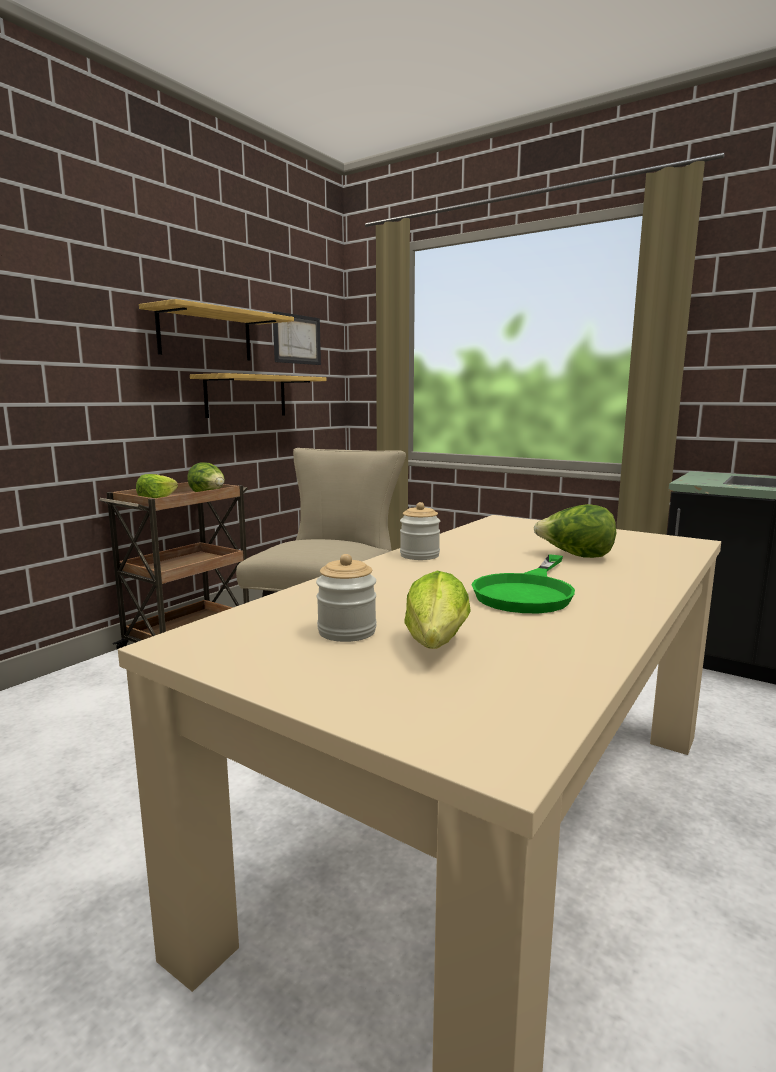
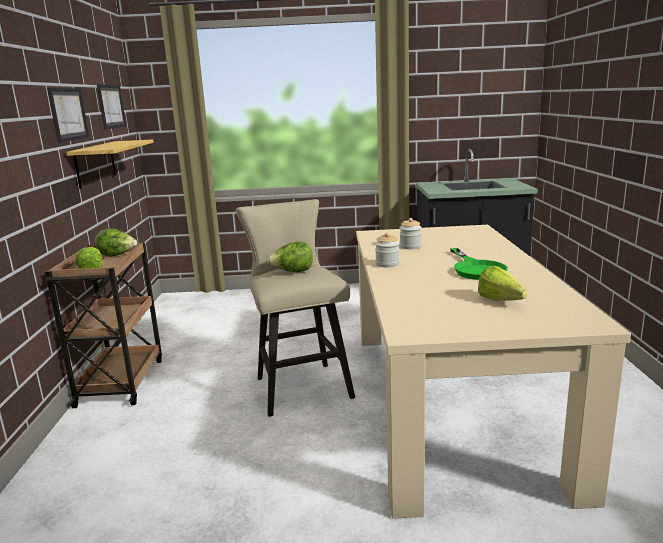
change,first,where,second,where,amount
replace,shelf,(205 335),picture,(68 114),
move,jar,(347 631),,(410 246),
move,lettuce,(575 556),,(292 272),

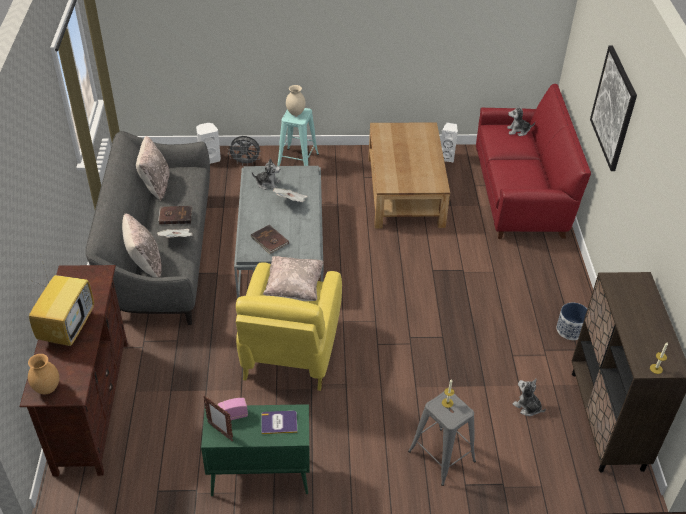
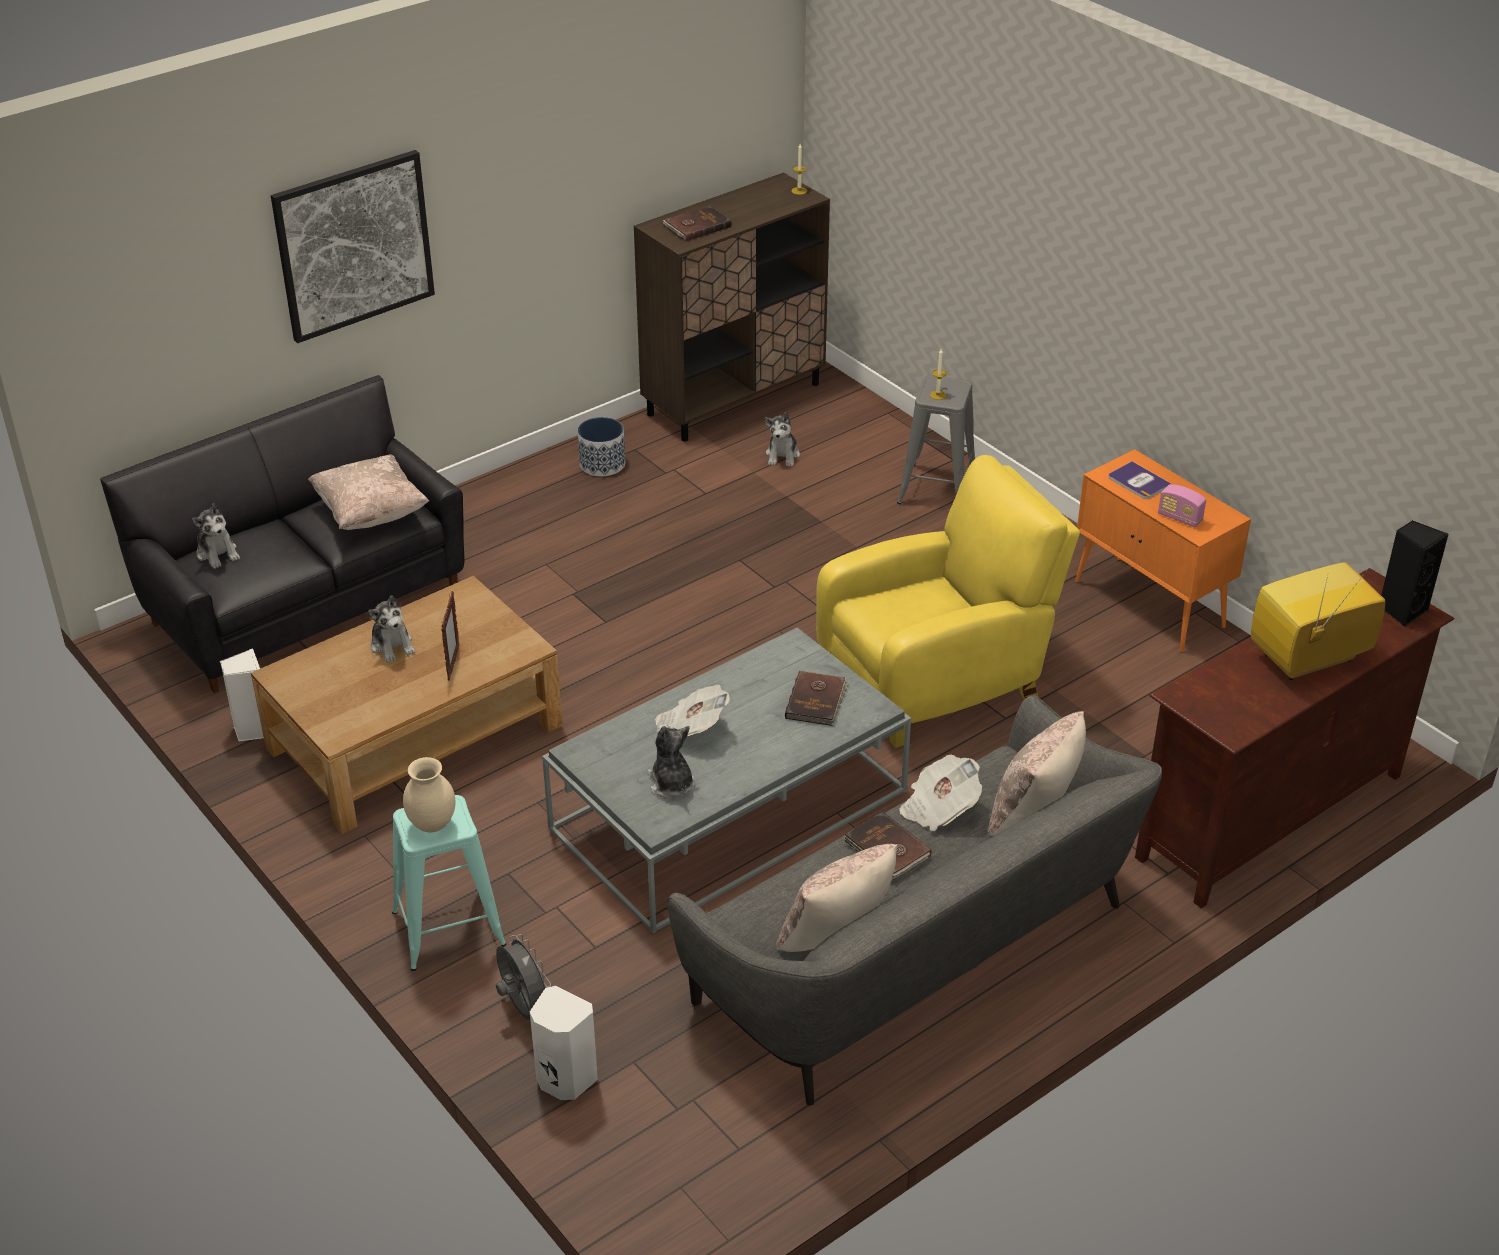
change,first,where,second,where,amount
replace,vase in brown,(47 389),speaker in black,(1401 610),
recolor,cabinet in green,(259 477),cabinet in orange,(1150 605),
move,picture frame,(220 431),,(453 664),
move,pillow in beige,(294 289),,(371 513),
recolor,sofa in red,(520 195),sofa in black,(307 604),
insert,,,plush toy,(392 645),
insert,,,book in brown,(697 226),

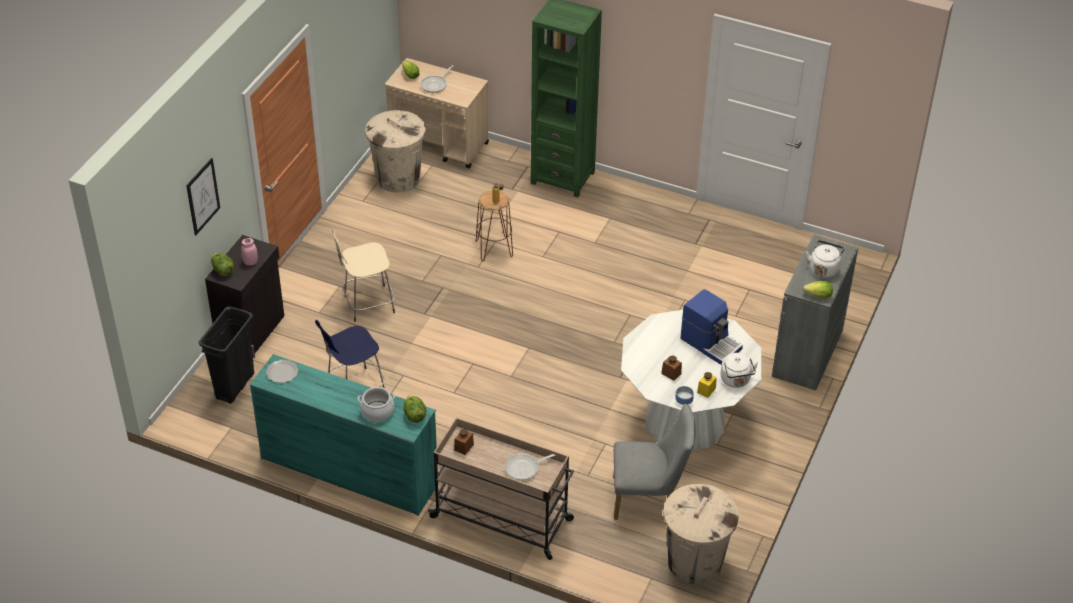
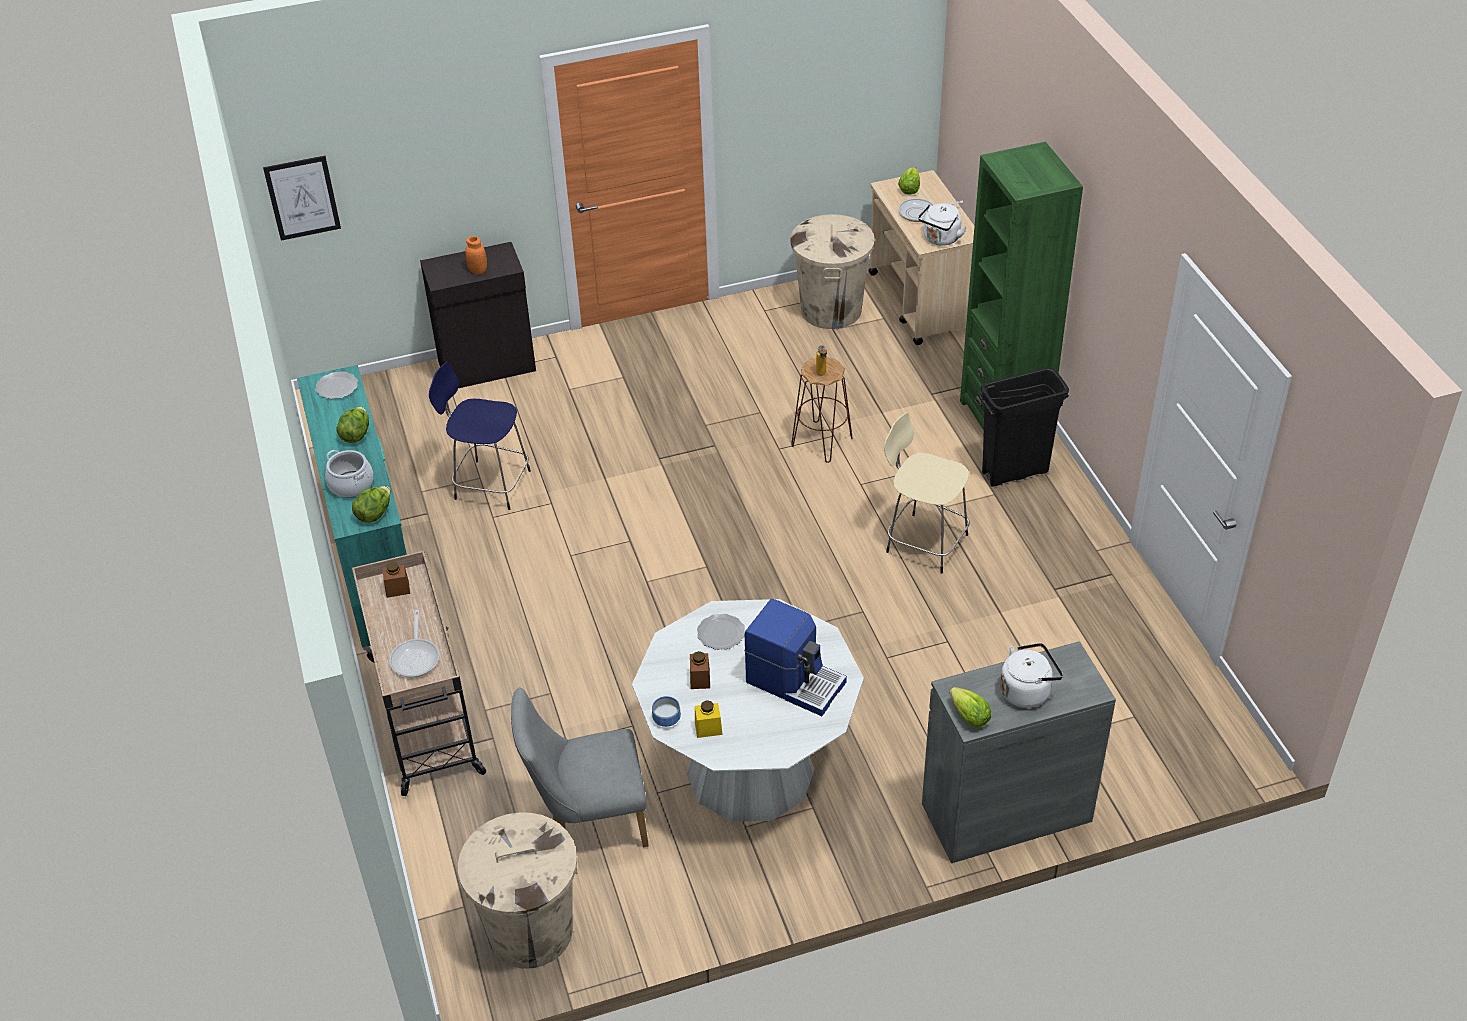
change,first,where,second,where,amount
move,picture,(203 196),,(302 197),
move,trash can in black,(235 385),,(1015 472),
move,lettuce,(222 270),,(356 434),
recolor,jar in pink,(250 262),jar in orange,(478 271),
move,stool in beige,(367 304),,(924 542),
rotate,frying pan,(525 468),,(416 657),120 degrees counterclockwise
rotate,chair in grey,(649 499),,(587 822),120 degrees clockwise
rotate,coffee machine,(710 343),,(795 681),60 degrees counterclockwise
move,kettle in white,(736 381),,(940 239),
insert,,,plate,(721 633),

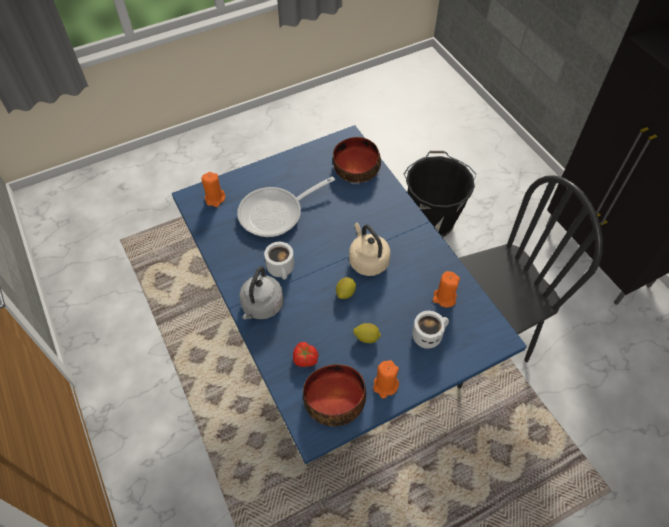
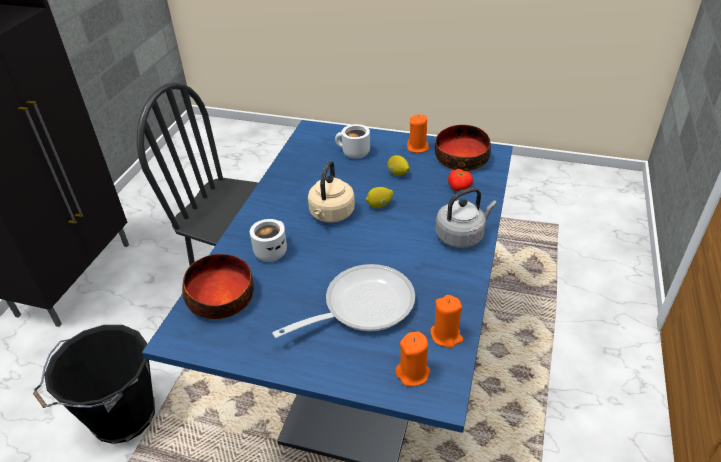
change,first,where,second,where,amount
rotate,frying pan,(276 213),,(361 306),45 degrees counterclockwise
move,mug in white,(282 269),,(271 250),
move,candle in orange,(444 298),,(446 336),

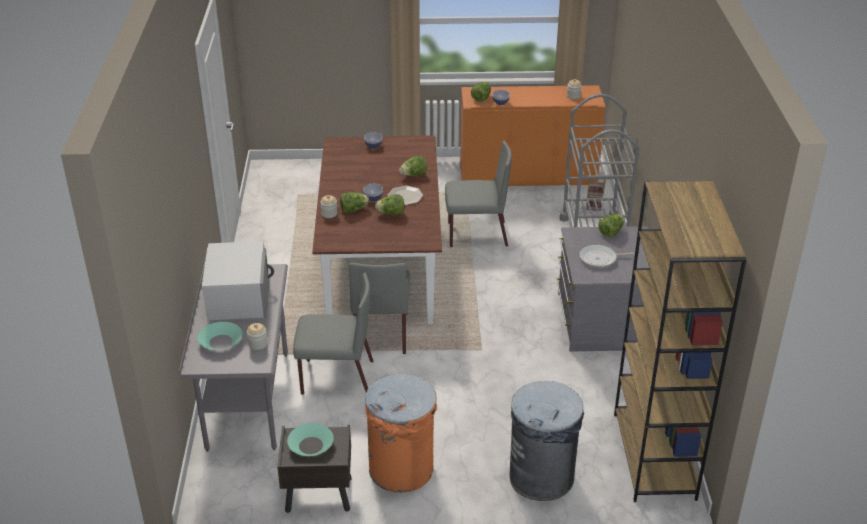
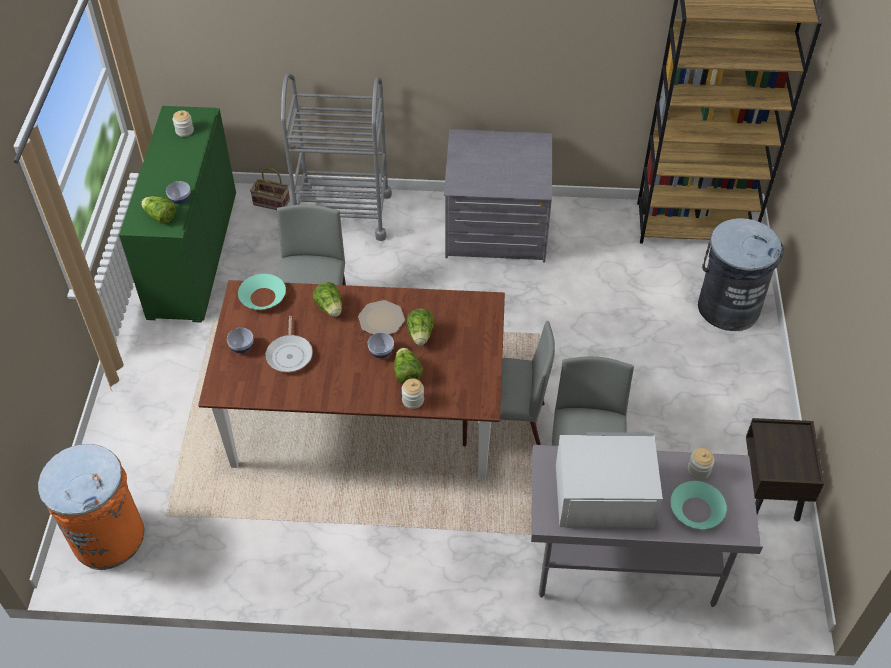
change,first,where,second,where,amount
move,bowl in turquoise,(310 445),,(263 297),
move,trash can in orange,(402 469),,(108 536),
recolor,cabinet in orange,(527 176),cabinet in green,(193 254),
move,frying pan,(600 259),,(290 354),
delete,lettuce,(611 232),,,

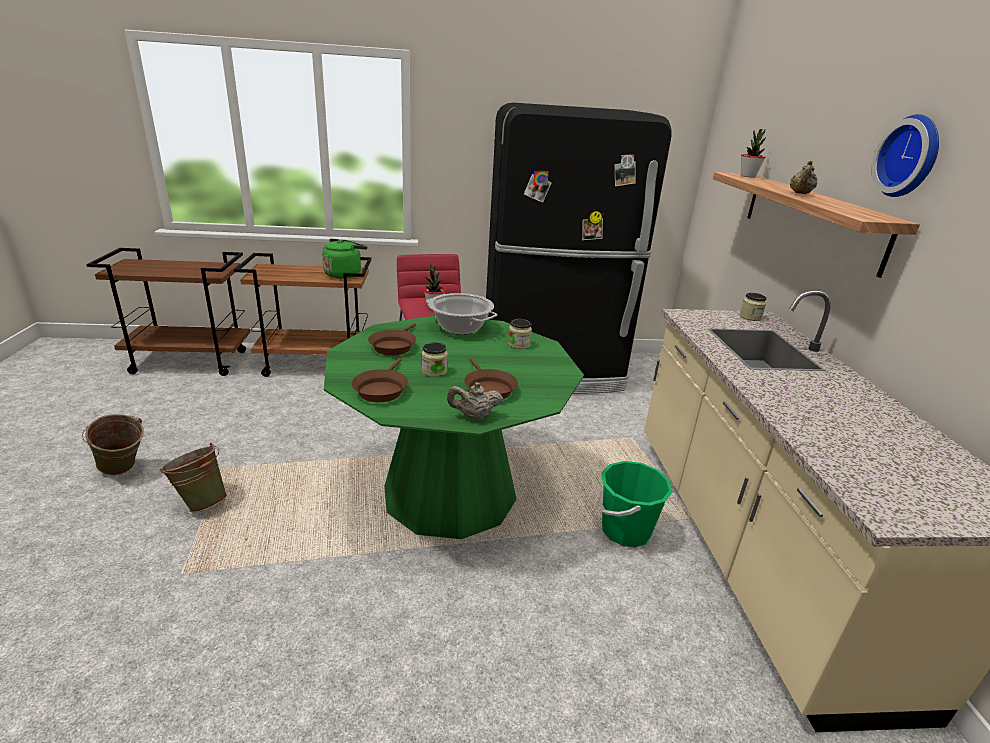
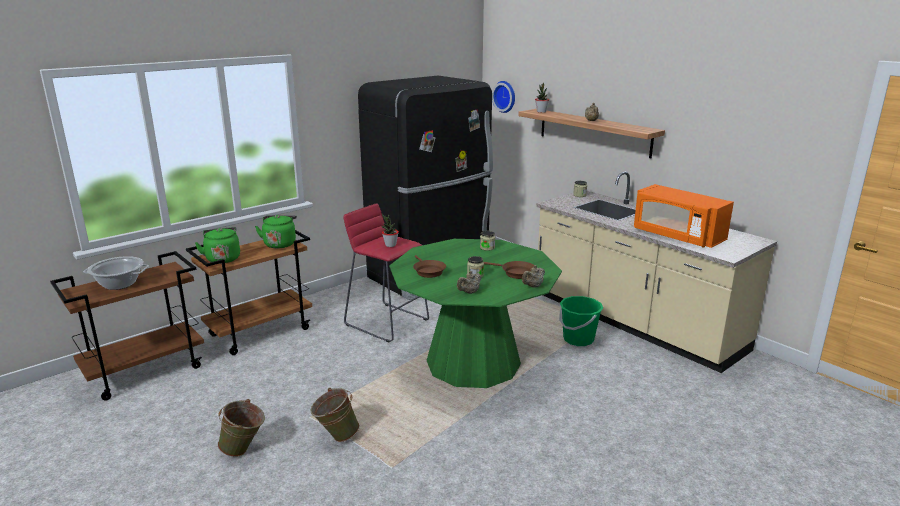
change,first,where,second,where,amount
replace,frying pan in brown,(381 389),teapot in beige,(469 292),
move,cooking pot,(460 328),,(120 284),
move,wall clock,(911 157),,(505 96),
insert,,,kettle in green,(222 258),
insert,,,microwave in orange,(677 236),

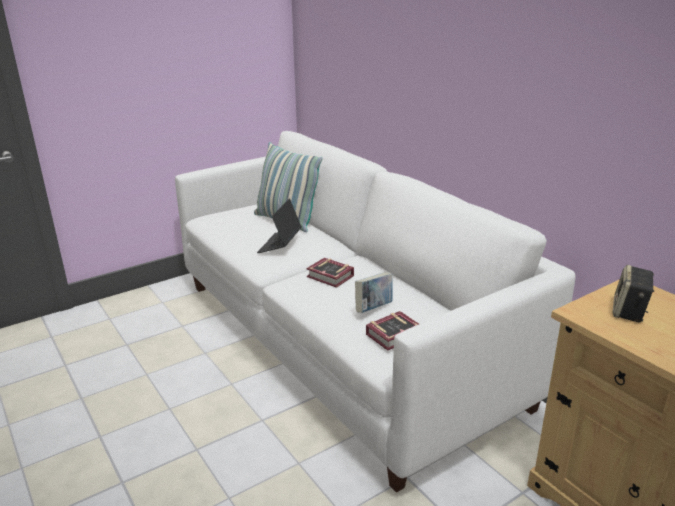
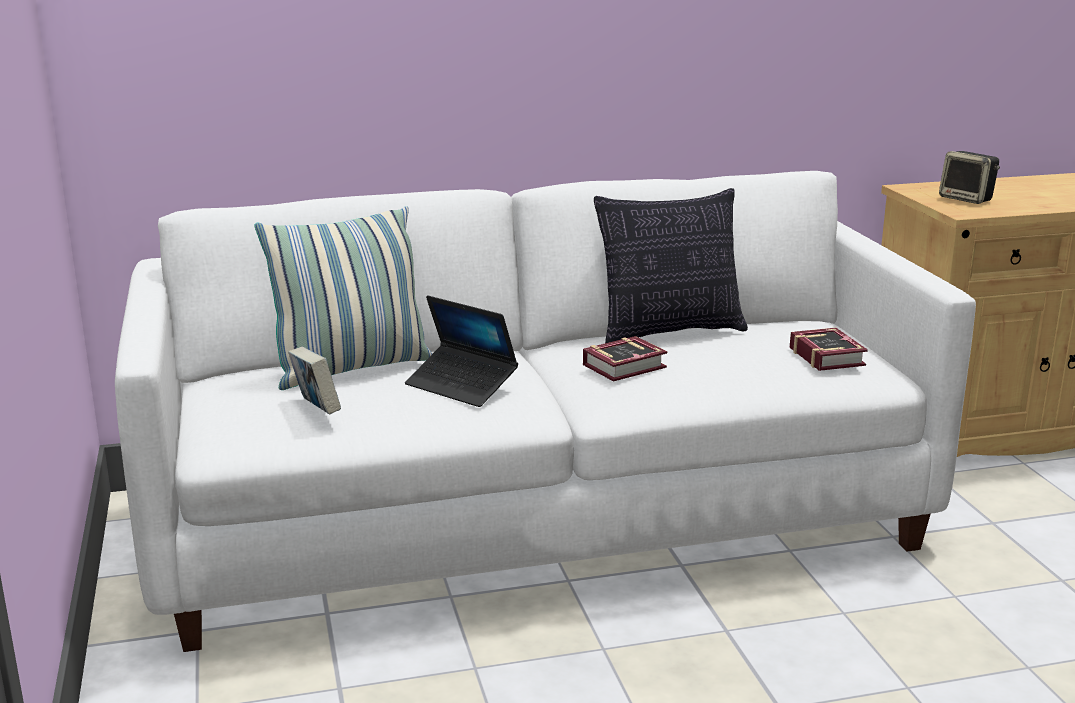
change,first,where,second,where,amount
move,book,(374 308),,(316 410),
insert,,,pillow,(669 332),

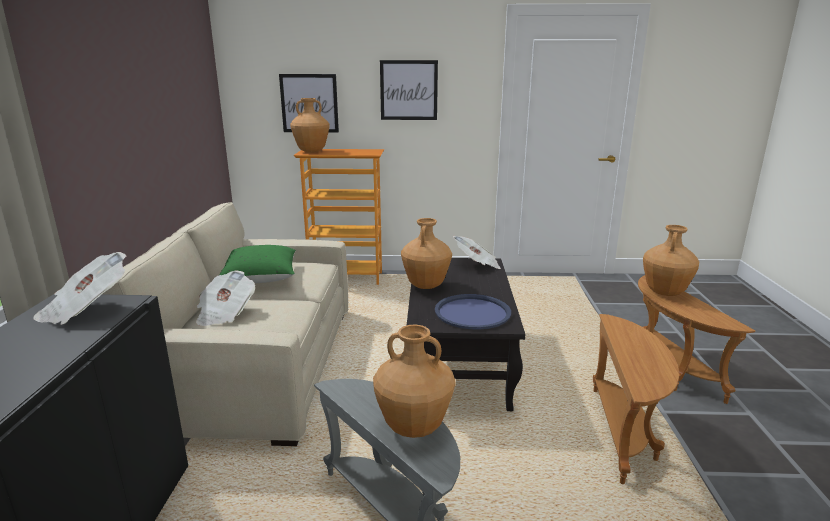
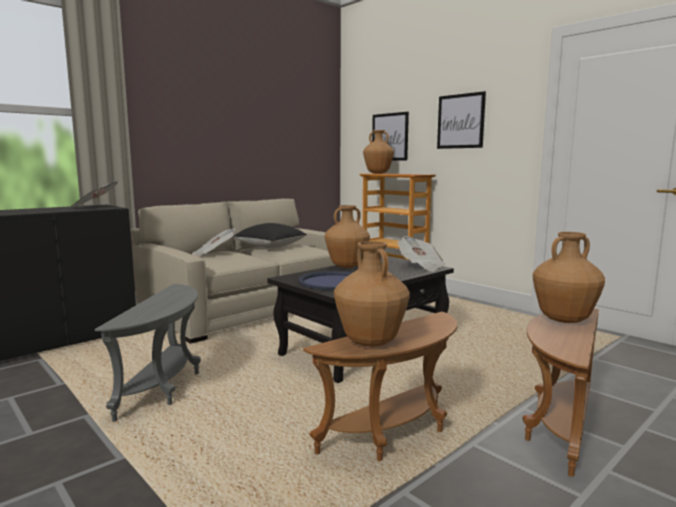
change,first,where,second,where,amount
recolor,pillow in green,(260 278),pillow in black,(270 247),
move,vase in brown,(413 427),,(370 342),

